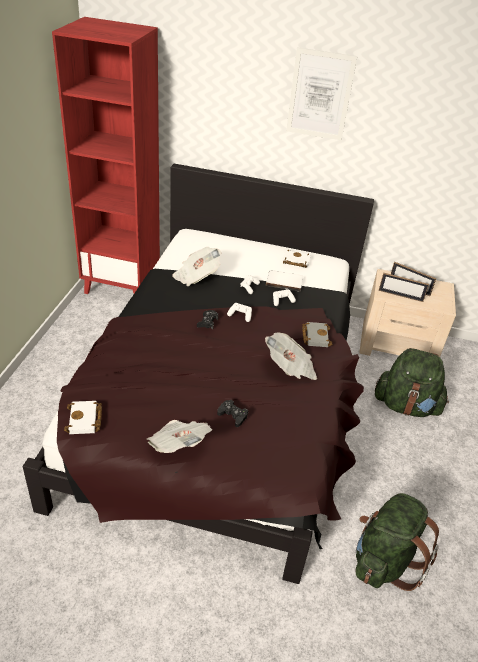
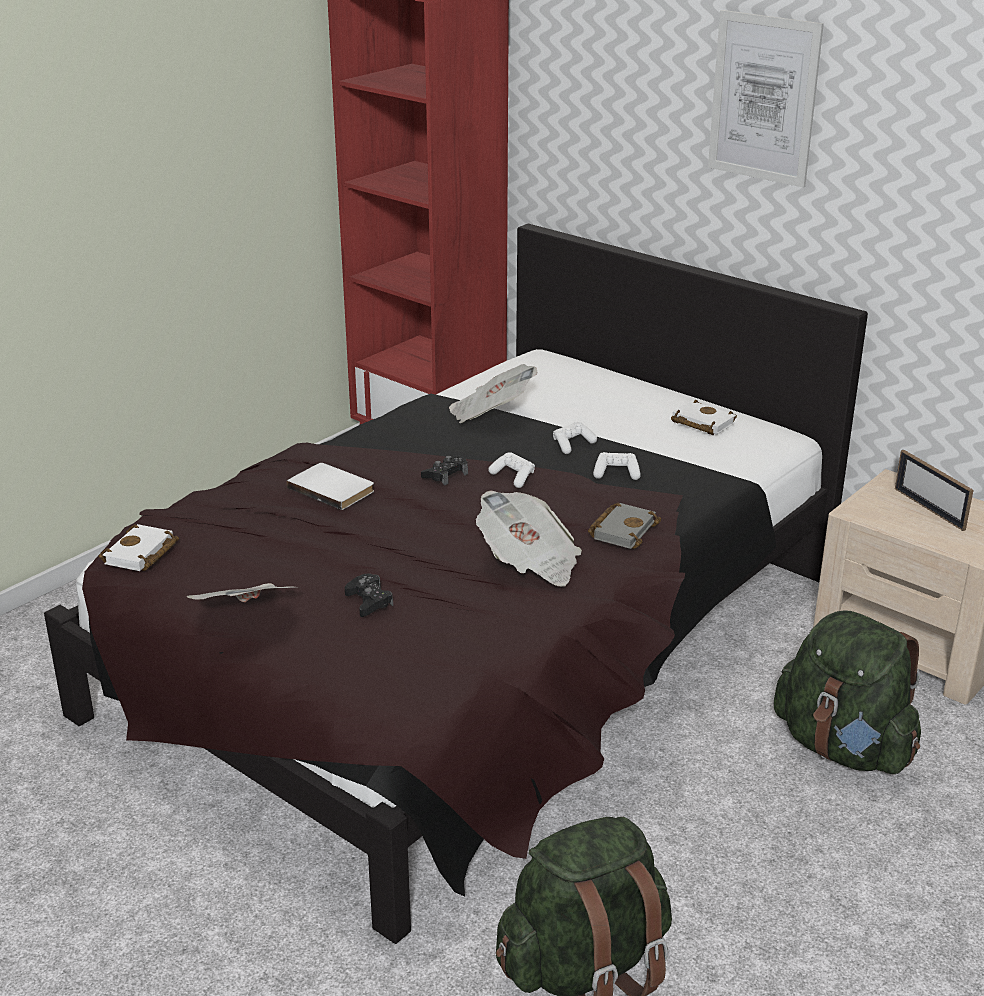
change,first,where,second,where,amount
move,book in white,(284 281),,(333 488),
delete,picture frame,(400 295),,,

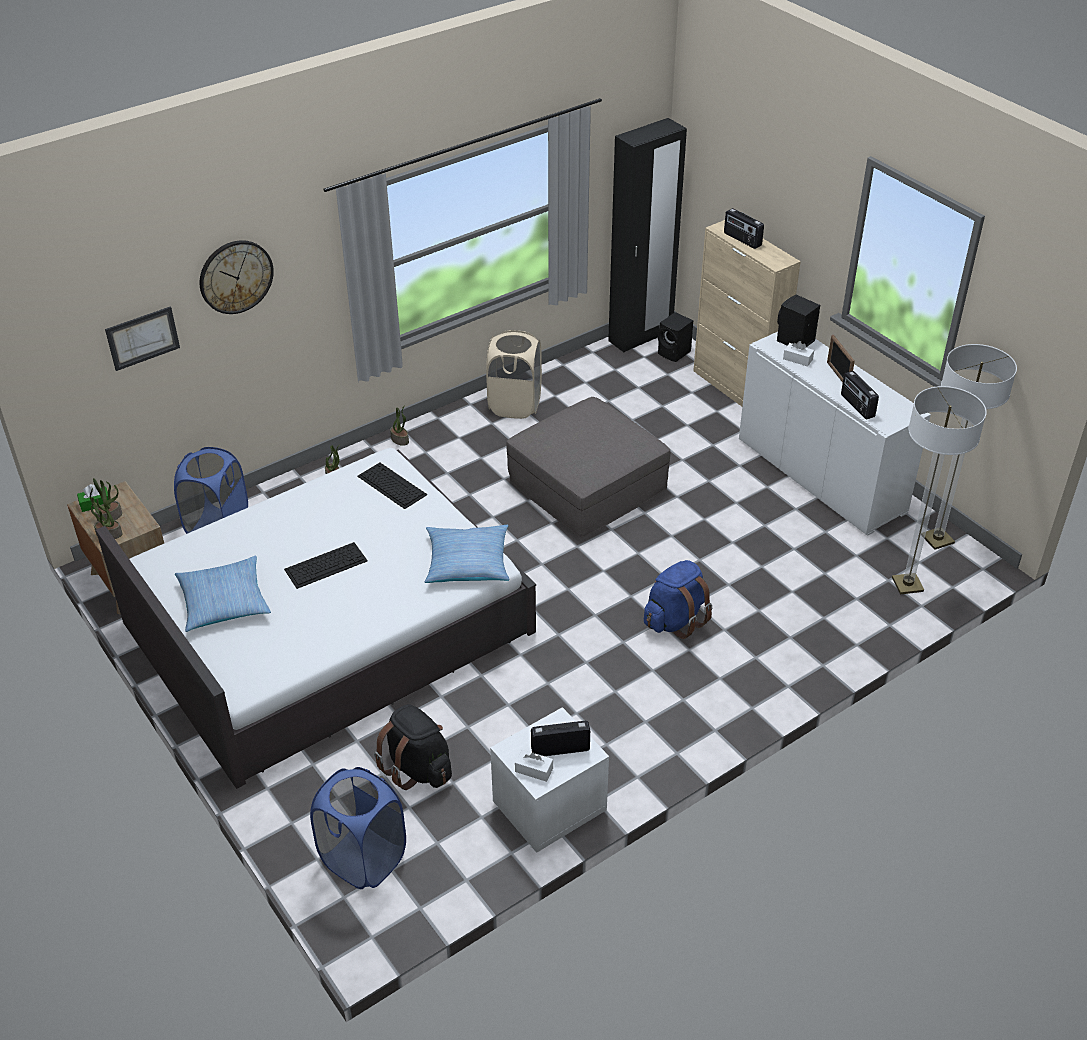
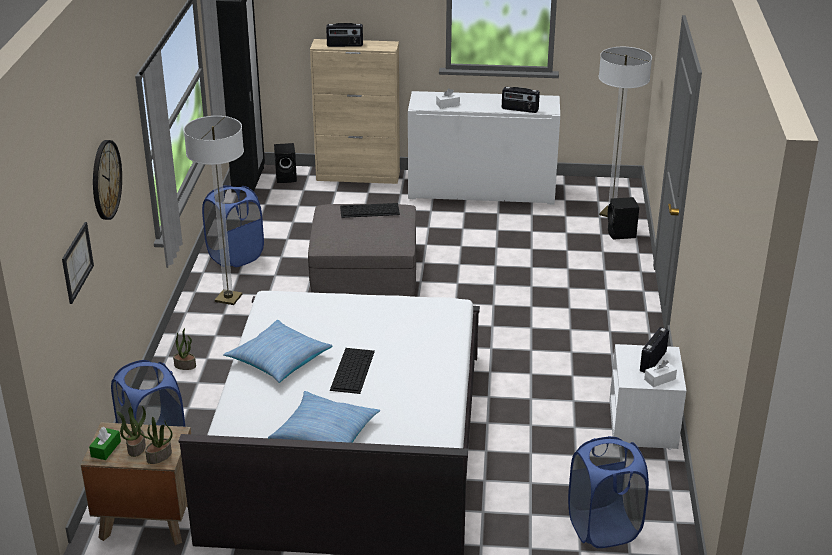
change,first,where,second,where,amount
move,keyboard,(391 485),,(369 210),
delete,backpack in black,(417 768),,,
delete,potted plant,(400 440),,,
move,pillow,(467 562),,(279 359),
recolor,laundry basket in beige,(515 405),laundry basket in blue,(235 256),
delete,backpack in blue,(675 620),,,
move,speaker in black,(794 341),,(621 234),
delete,picture frame,(837 375),,,
move,floor lamp,(937 539),,(228 298),

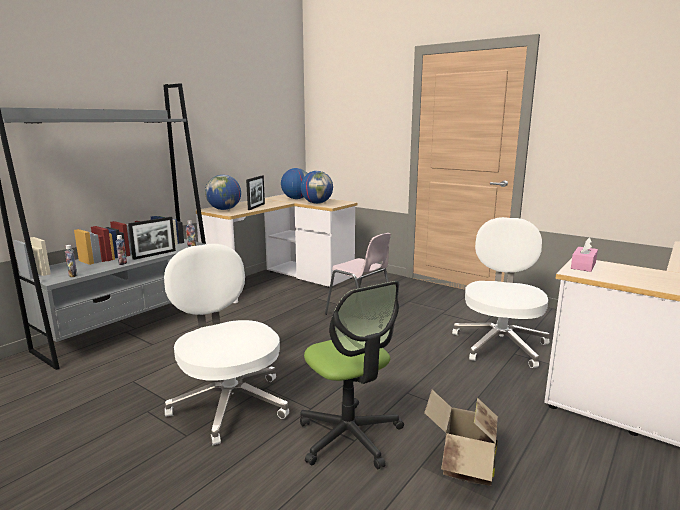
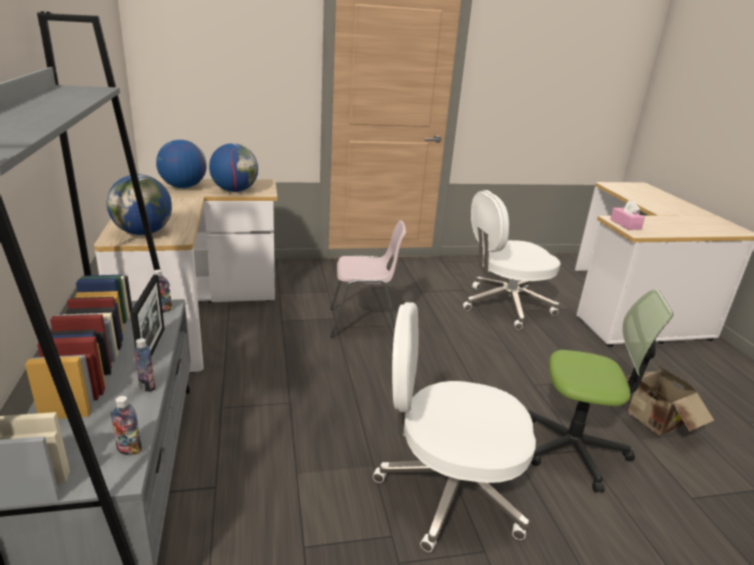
change,first,where,second,where,amount
delete,picture frame,(256 207),,,
rotate,office chair in white,(500 344),,(505 305),75 degrees counterclockwise

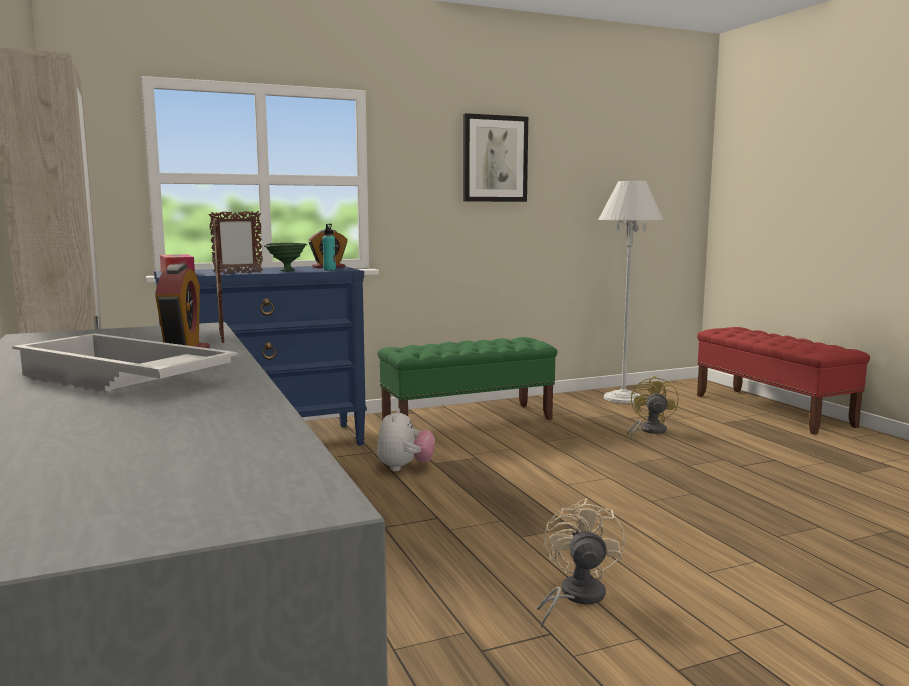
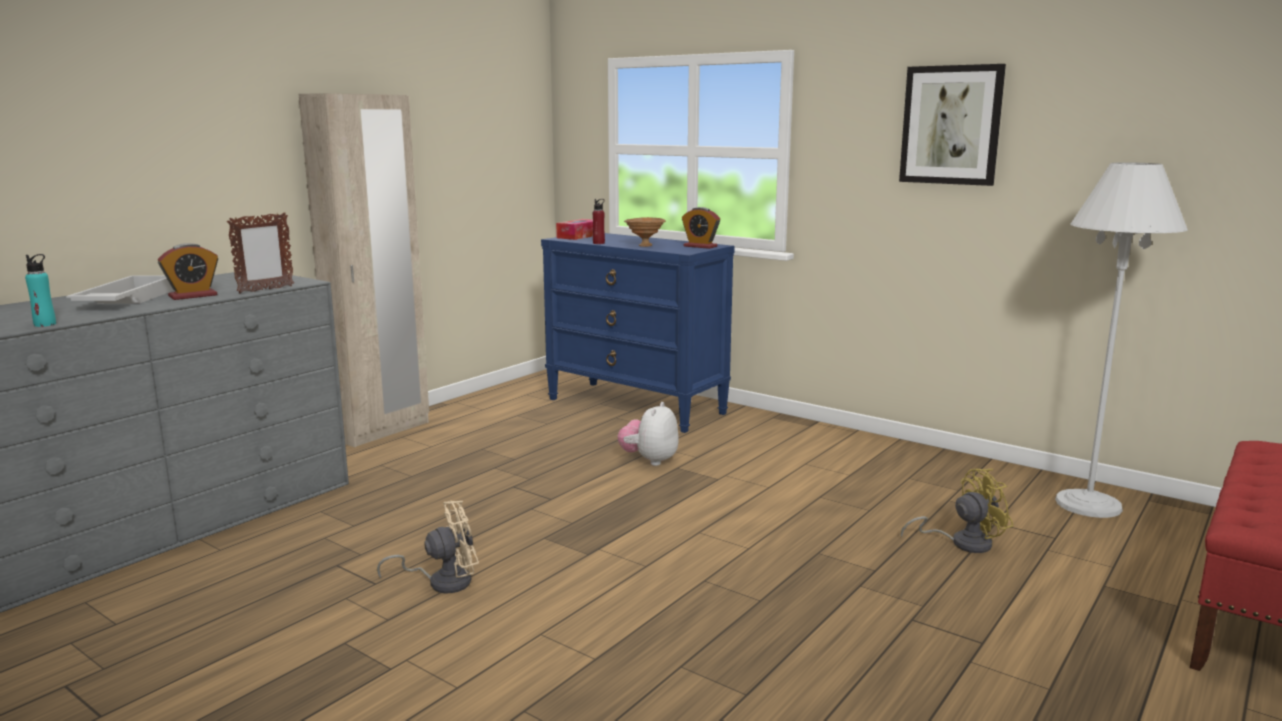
change,first,where,second,where,amount
replace,picture frame,(238 273),bottle in red,(598 243),
recolor,bowl in green,(286 270),bowl in brown,(644 245),
move,bottle in turquoise,(329 269),,(45 324),
rotate,plush toy,(404 468),,(649 460),135 degrees clockwise
delete,bench in green,(468 420),,,

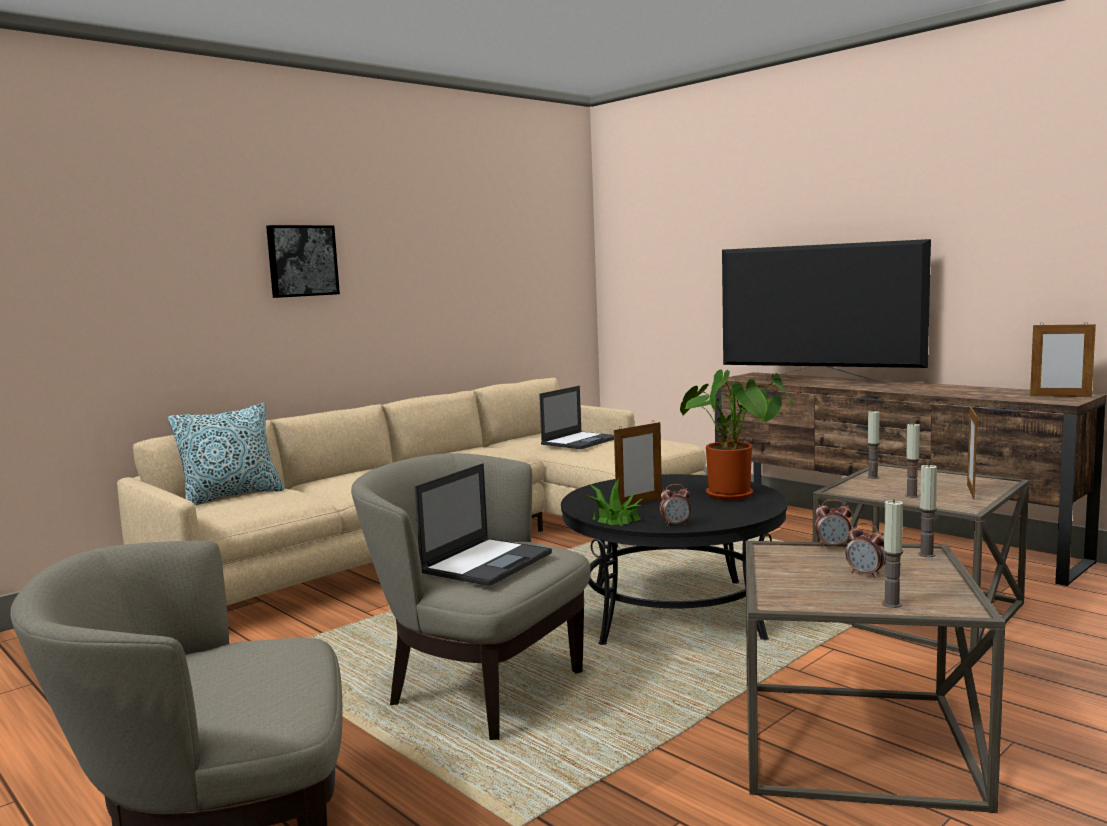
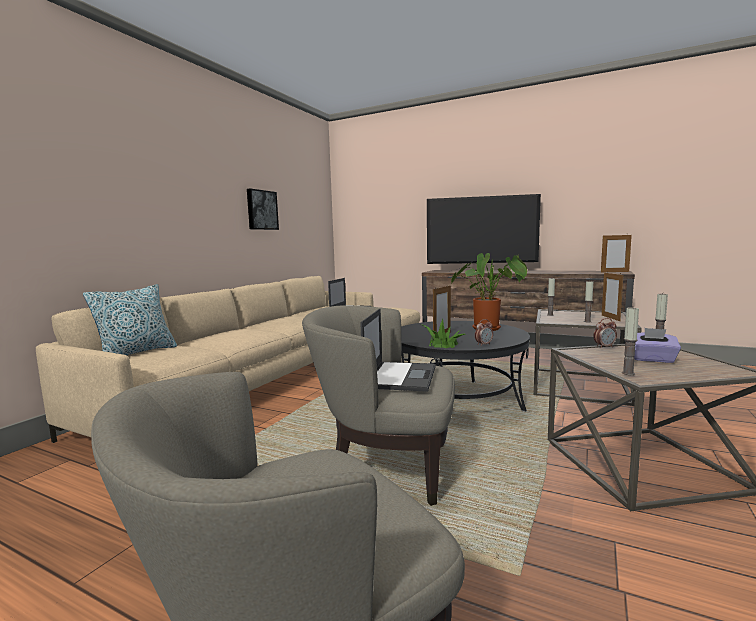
change,first,where,second,where,amount
move,picture,(301 261),,(261 210),
replace,alarm clock,(866 574),tissue box in purple,(652 359),
move,candle,(892 604),,(628 373),

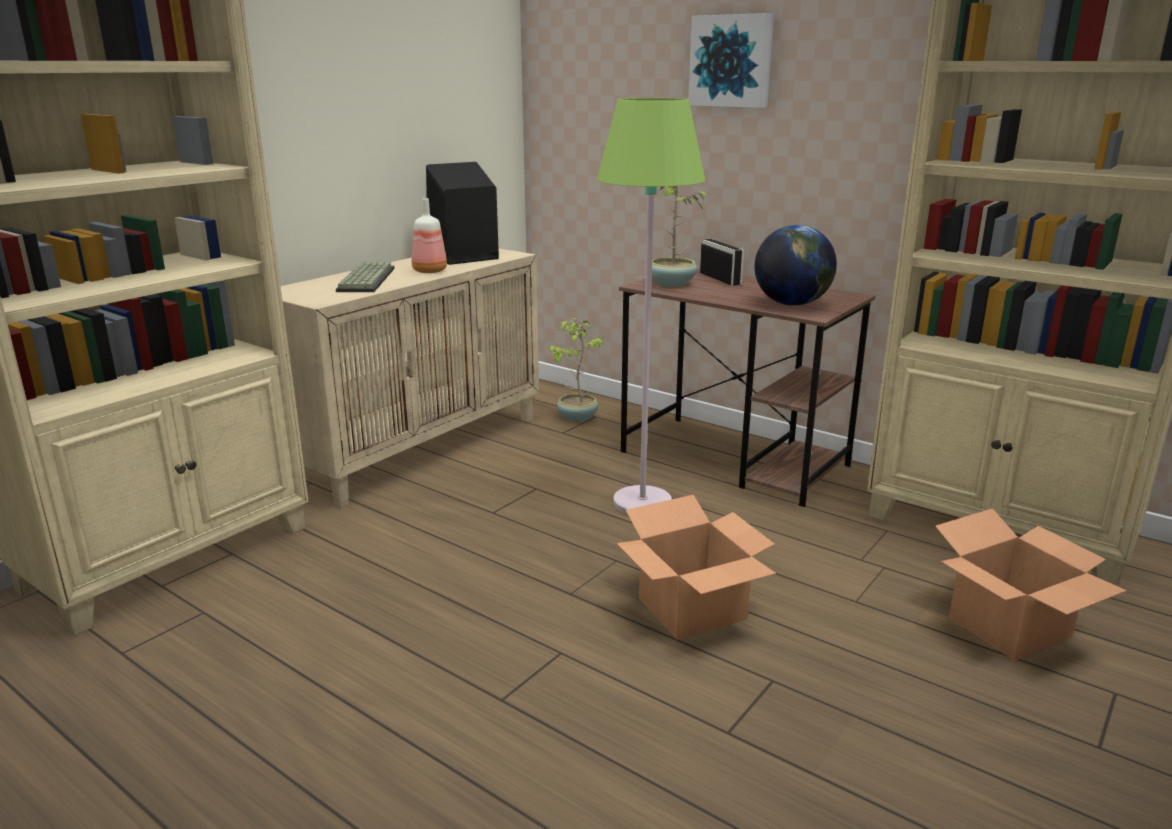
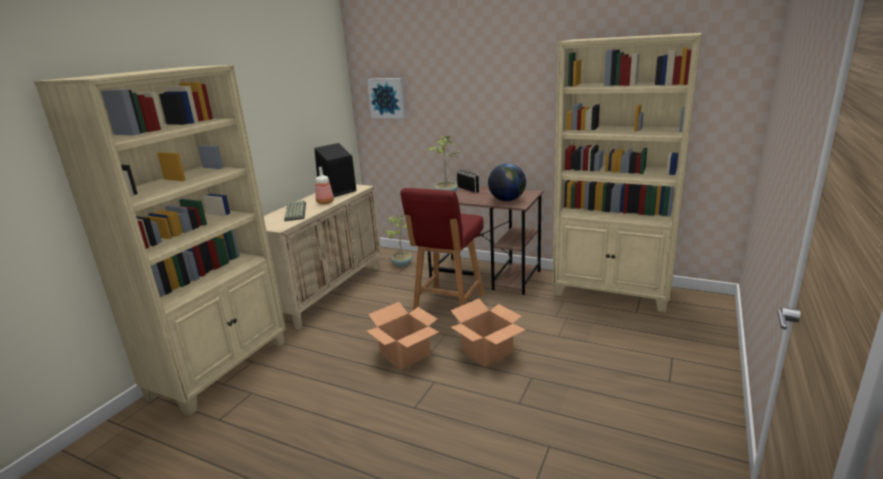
change,first,where,second,where,amount
replace,floor lamp in green,(642 503),chair in red,(448 304),
move,picture,(731 61),,(387 98),
move,cardboard box,(1009 626),,(405 354),

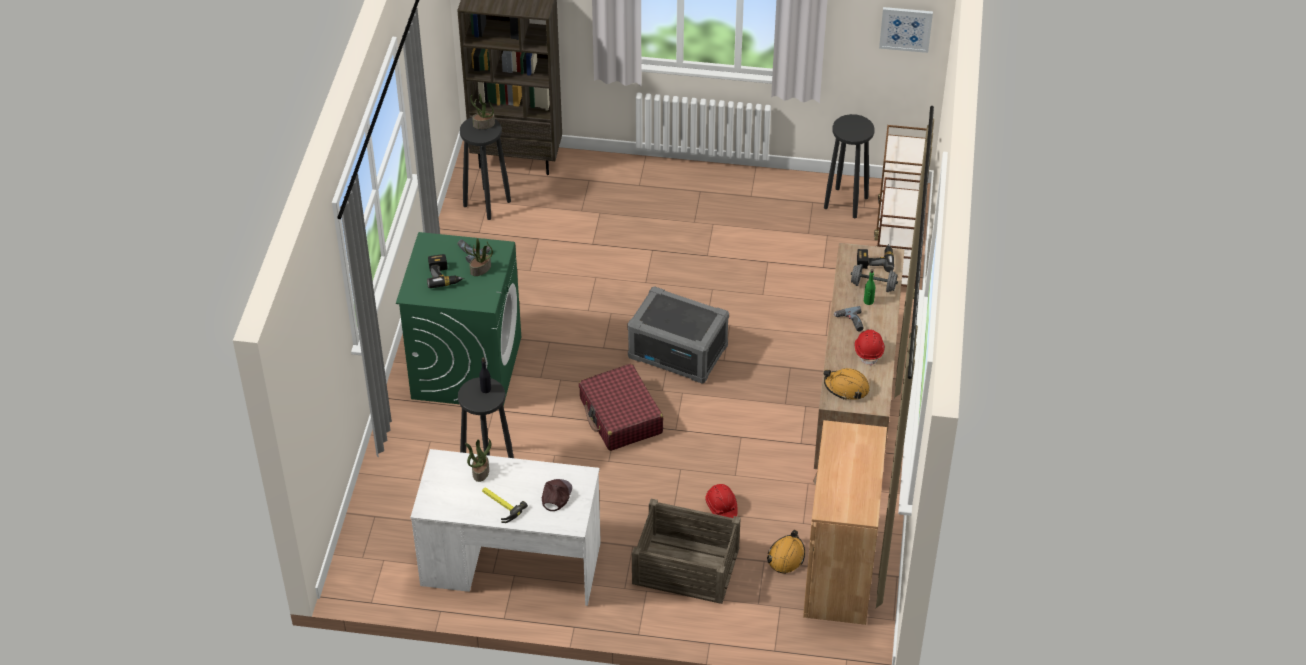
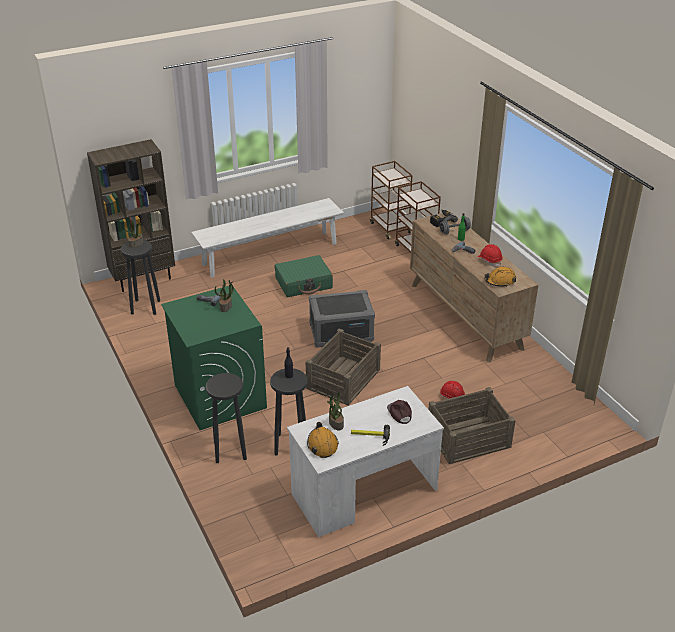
change,first,where,second,where,amount
delete,power drill,(444 276),,,
replace,suitcase in red,(620 416),crate,(344 379),
move,hard hat in orange,(786 557),,(322 445),
delete,cabinet in brown,(839 571),,,
move,stool in black,(846 202),,(230 450),
delete,picture,(905 28),,,
insert,,,bench in white,(270 254),
insert,,,suitcase in green,(304 283),

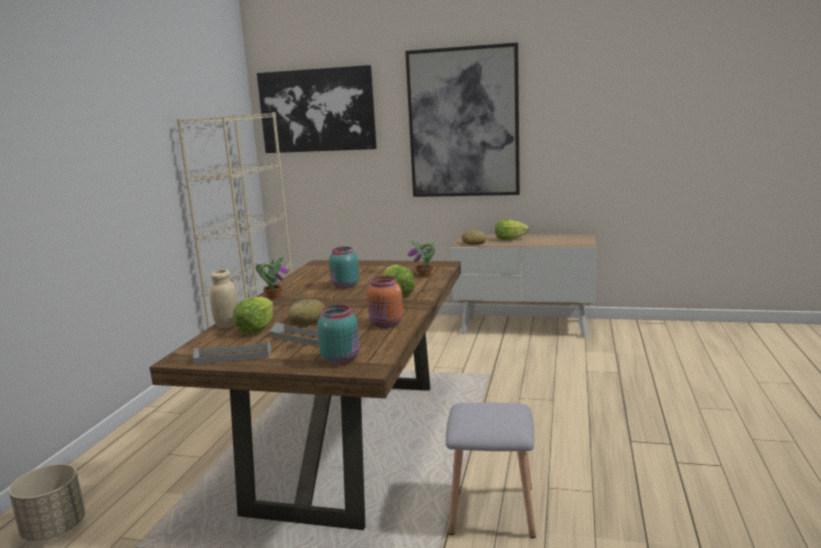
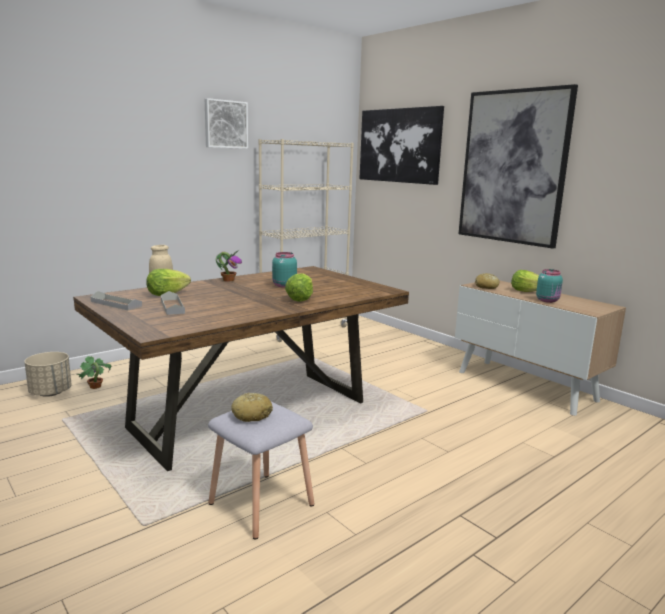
change,first,where,second,where,amount
move,bread,(307 320),,(252 415),
move,jar in turquoise,(341 359),,(548 300),
delete,jar in orange,(386 324),,,
move,potted plant,(424 275),,(95 387),
insert,,,picture,(225 124),

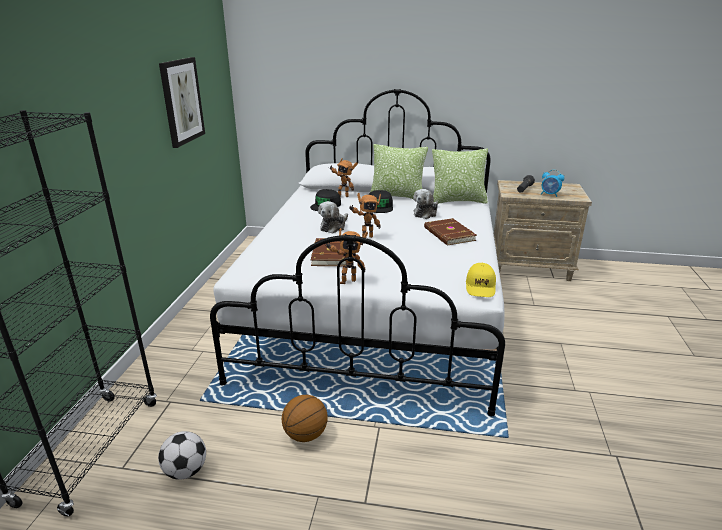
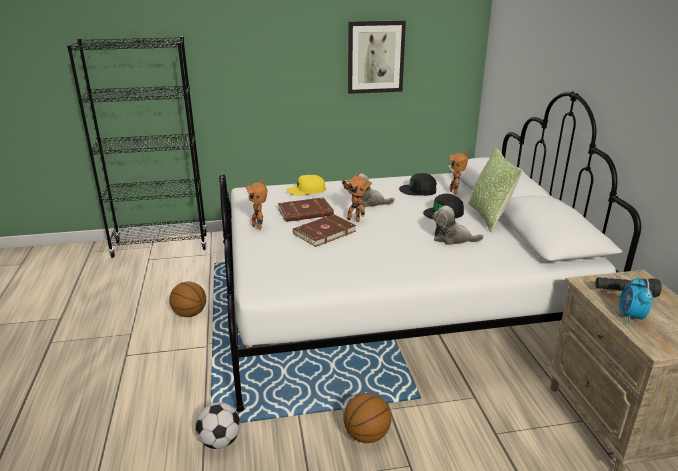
change,first,where,second,where,amount
move,football,(186 471),,(220 441),
move,book in brown,(448 234),,(323 232),
delete,pillow,(457 201),,,
move,cap in yellow,(480 286),,(306 191),
insert,,,basketball,(366 435),

